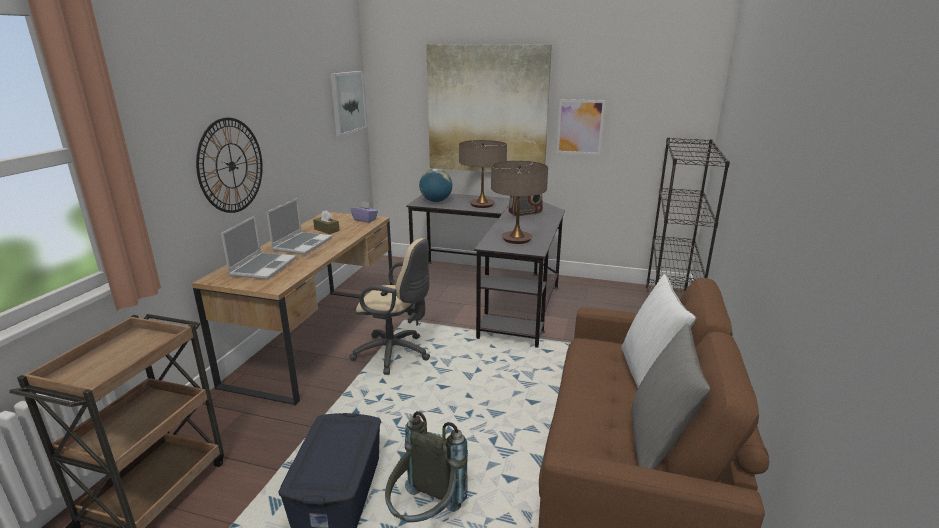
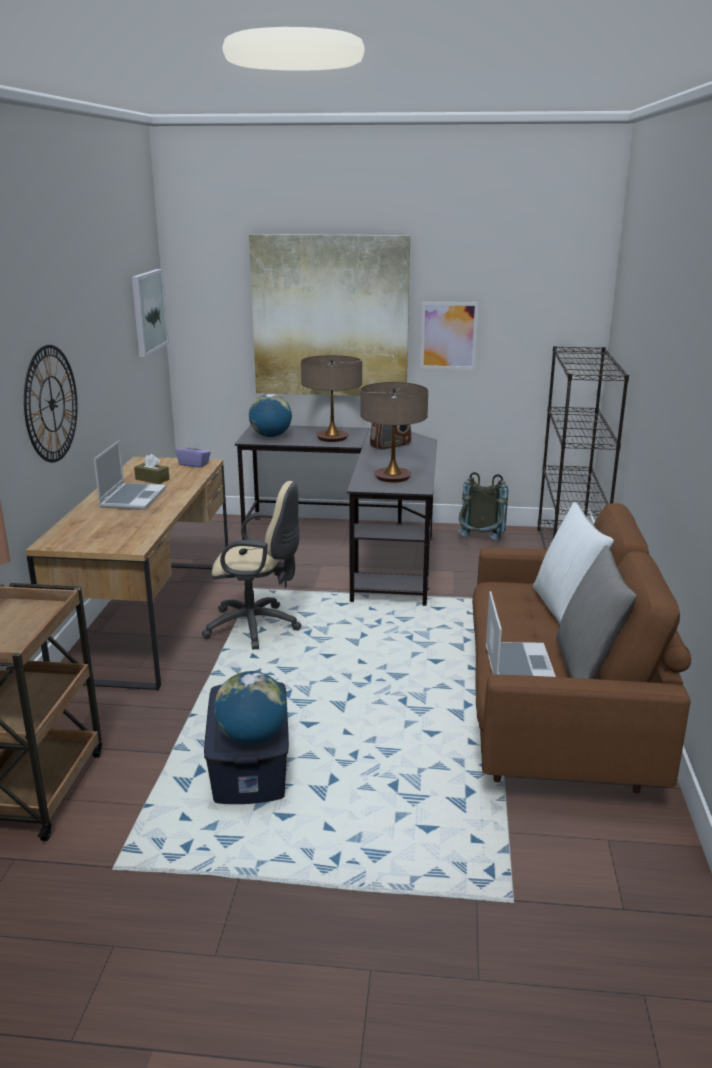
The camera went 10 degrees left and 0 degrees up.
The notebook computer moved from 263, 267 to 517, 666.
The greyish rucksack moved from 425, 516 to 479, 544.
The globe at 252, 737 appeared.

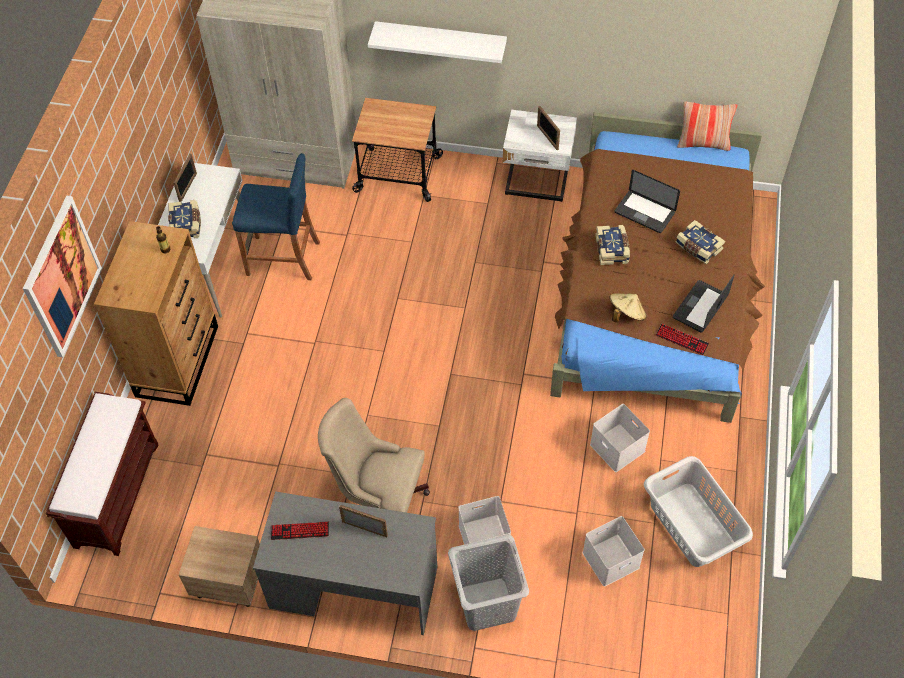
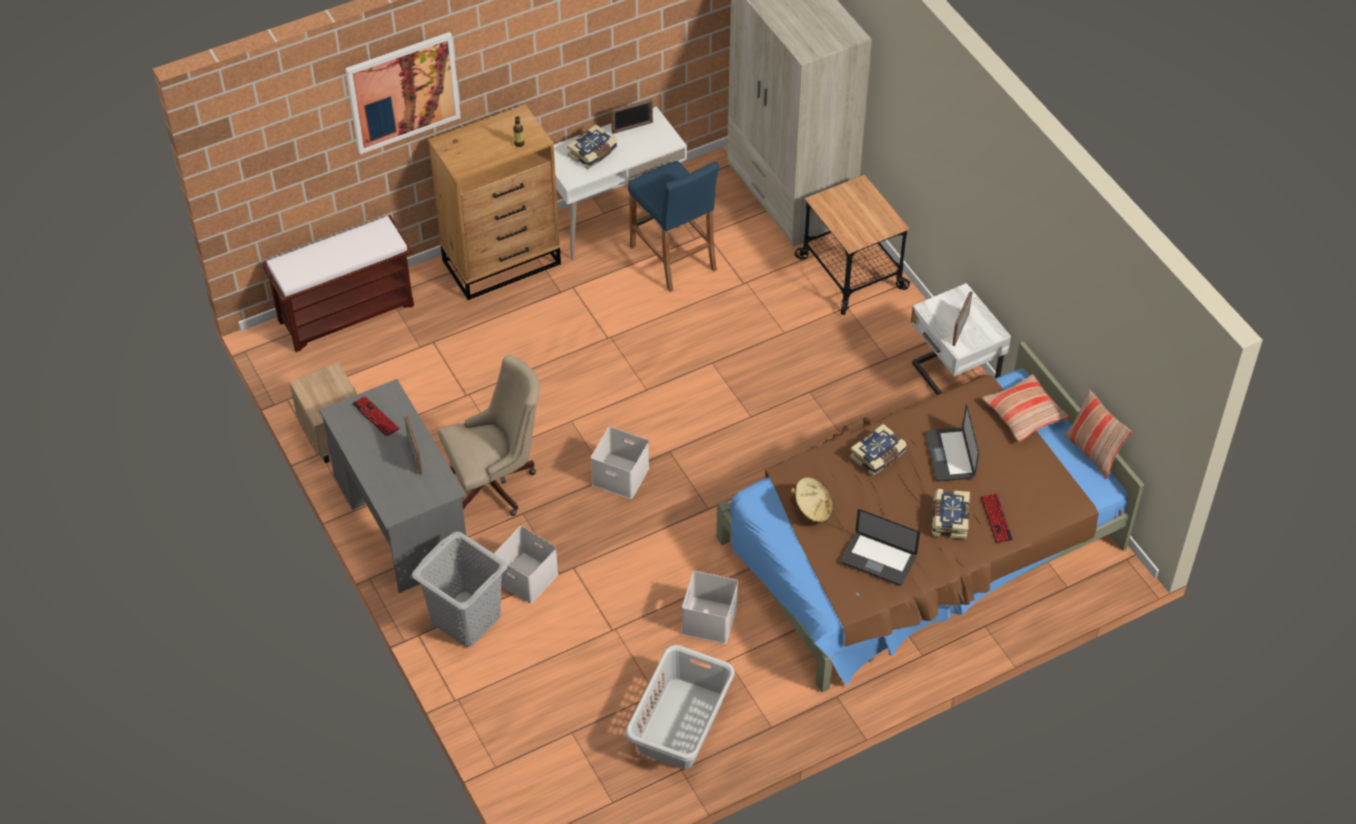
The camera went 50 degrees right and 5 degrees down.
The sand-coloured desk chair at 379, 501 turned 90 degrees clockwise.
The white-coloured bracket shelf at 440, 40 disappeared.
The white-coloured storage box moved from 610, 561 to 619, 476.
The computer keyboard moved from 682, 340 to 996, 519.
The notebook computer at 700, 307 turned 150 degrees counterclockwise.
The pillow at 1024, 414 appeared.

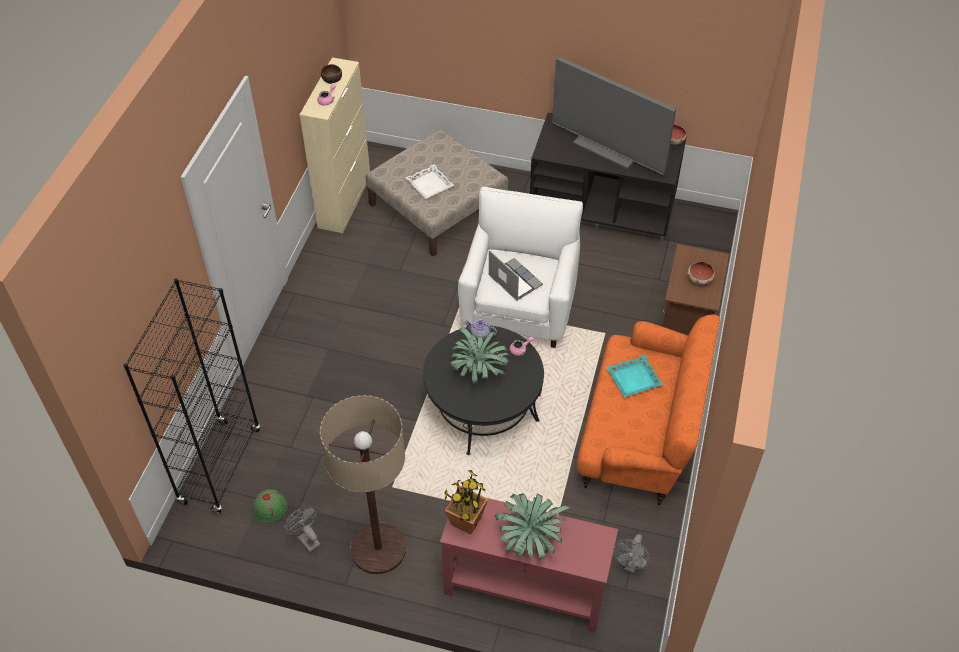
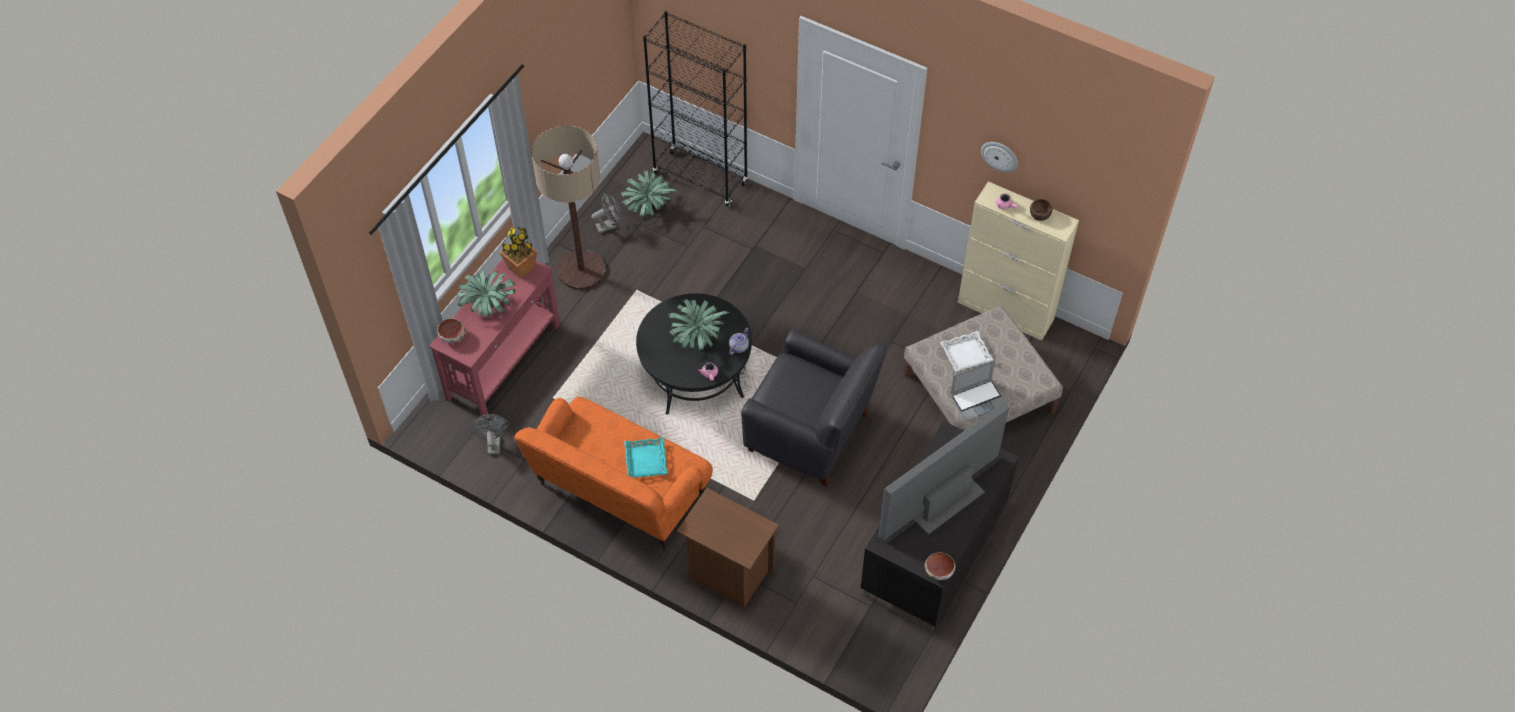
The camera went 105 degrees right and 5 degrees up.
The greenish hat at 270, 507 was replaced by the houseplant at 648, 206.
The white-coloured lounge chair at 520, 307 became the black-coloured lounge chair at 811, 434.
The notebook computer moved from 514, 280 to 978, 400.
The greyish cooling fan at 630, 565 turned 45 degrees clockwise.
The deep dish moved from 699, 279 to 453, 336.
The clock on the wall at 999, 156 appeared.

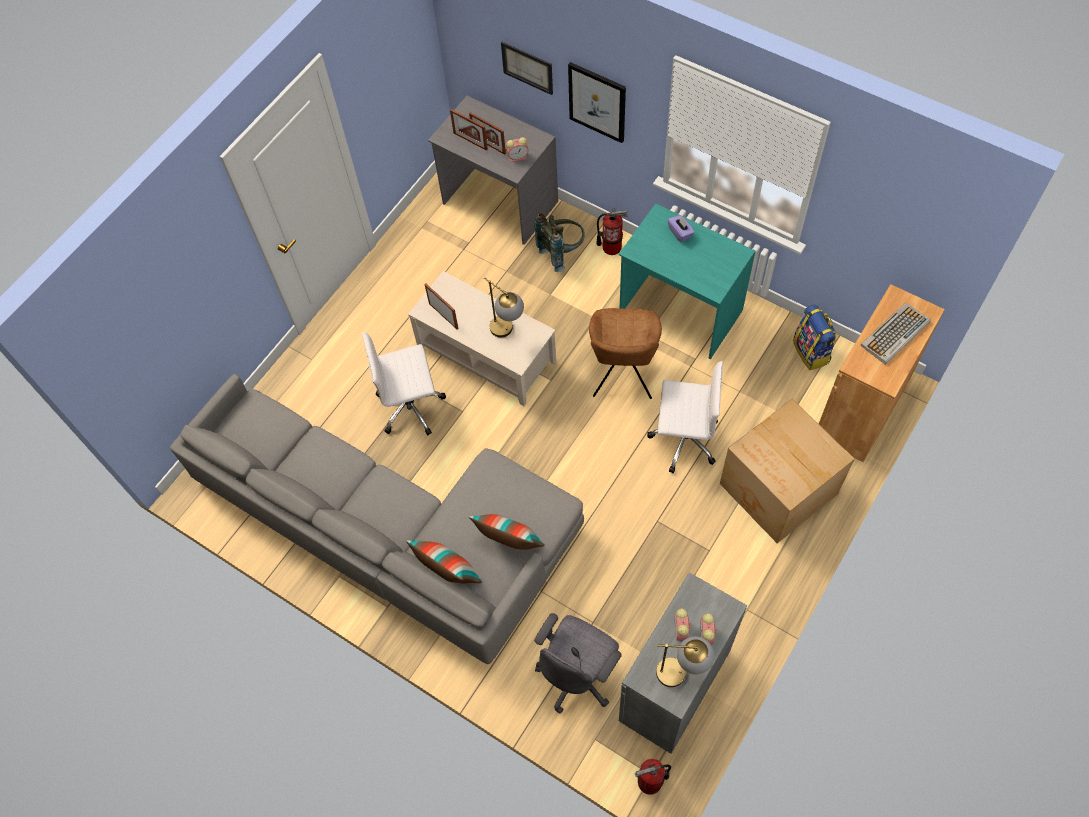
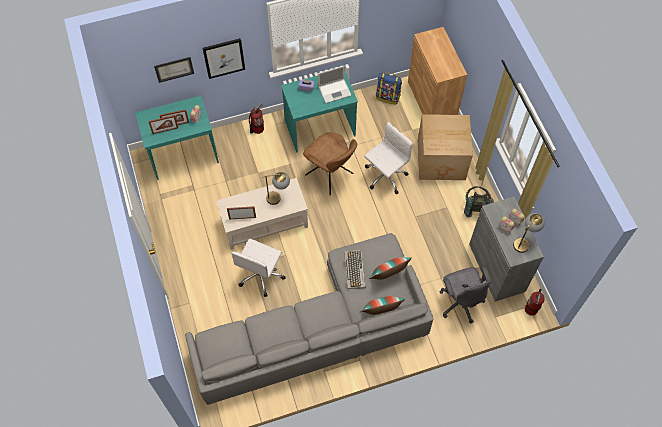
The camera went 55 degrees left and 0 degrees up.
The greyish desk at 499, 203 became the turquoise desk at 183, 155.
The greyish rucksack moved from 561, 252 to 475, 207.
The computer keyboard moved from 895, 334 to 355, 270.
The notebook computer at 335, 90 appeared.

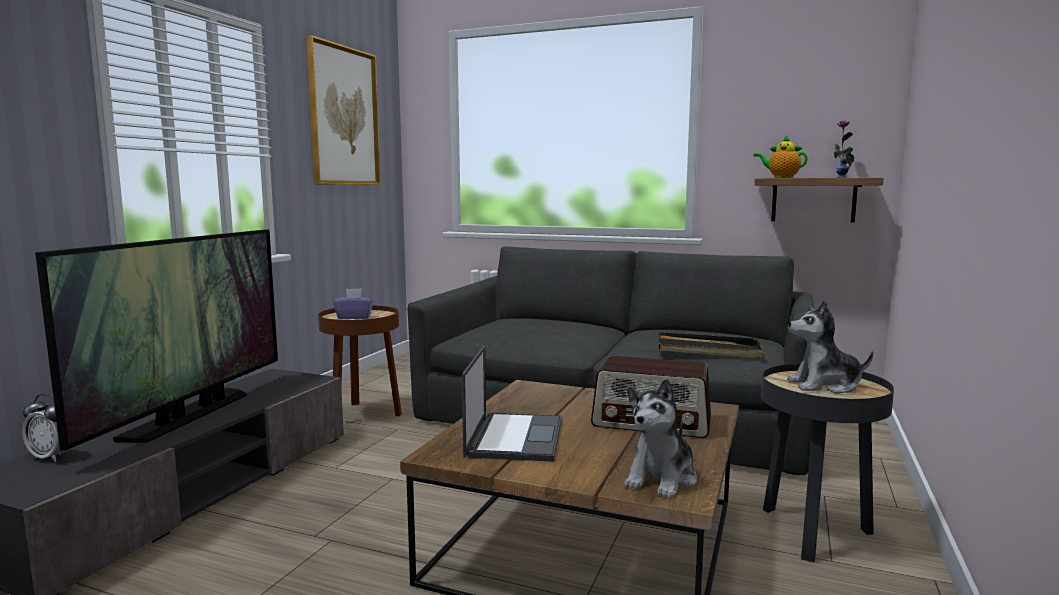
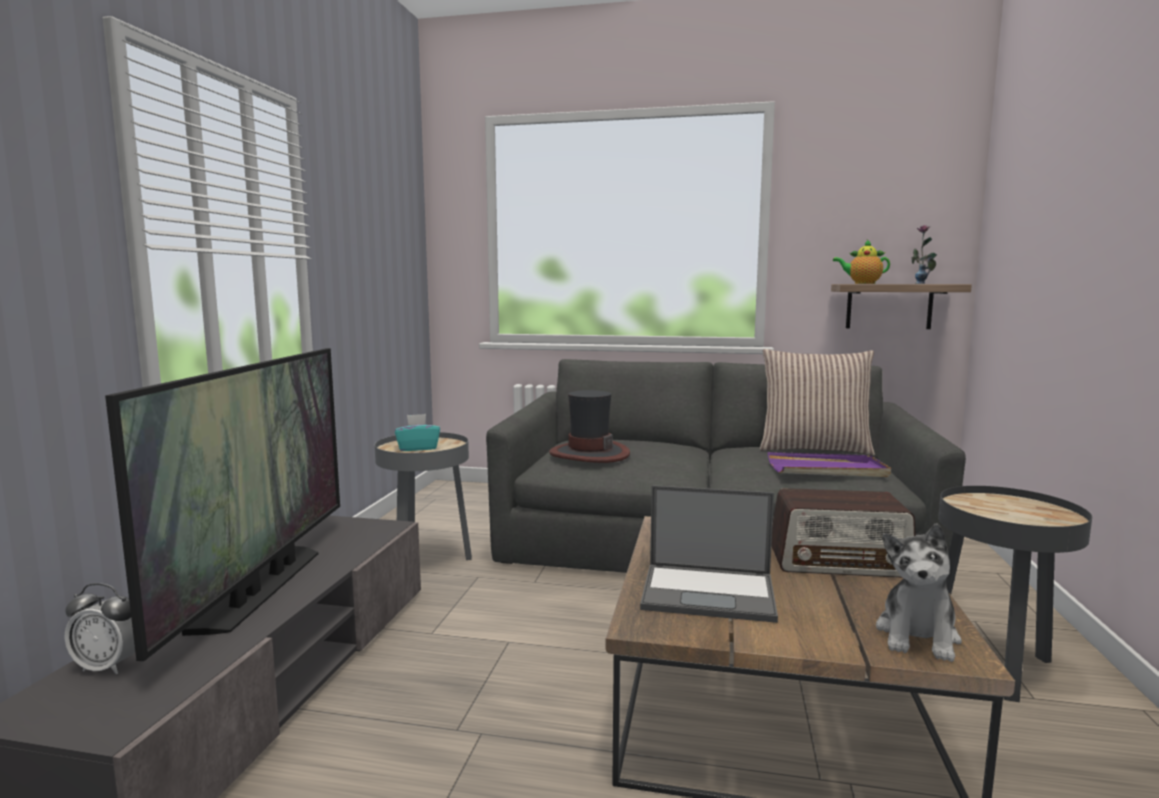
The camera went 10 degrees left and 0 degrees up.
The picture at 344, 116 disappeared.
The brownish end table at 363, 414 became the greyish end table at 426, 560.
The purplish tissue holder at 354, 317 became the turquoise tissue holder at 417, 448.
The notebook computer at 515, 437 turned 105 degrees clockwise.
The black-coloured carrying tray at 708, 349 became the purplish carrying tray at 827, 469.
The soft toy at 825, 385 disappeared.
The hat at 589, 453 appeared.
The pillow at 814, 448 appeared.

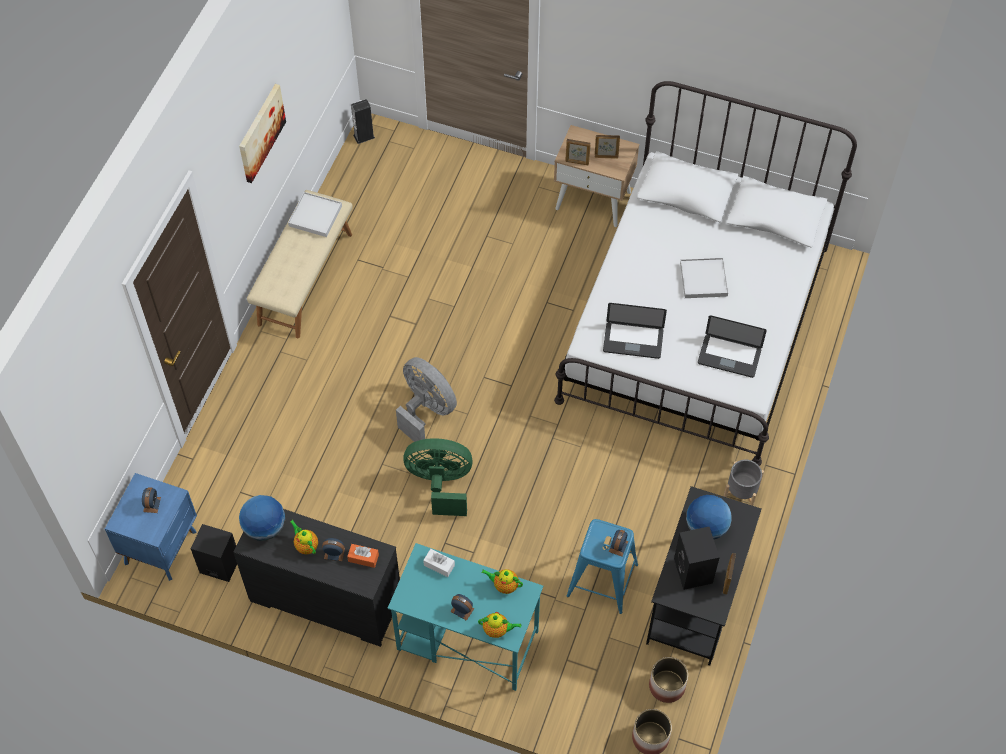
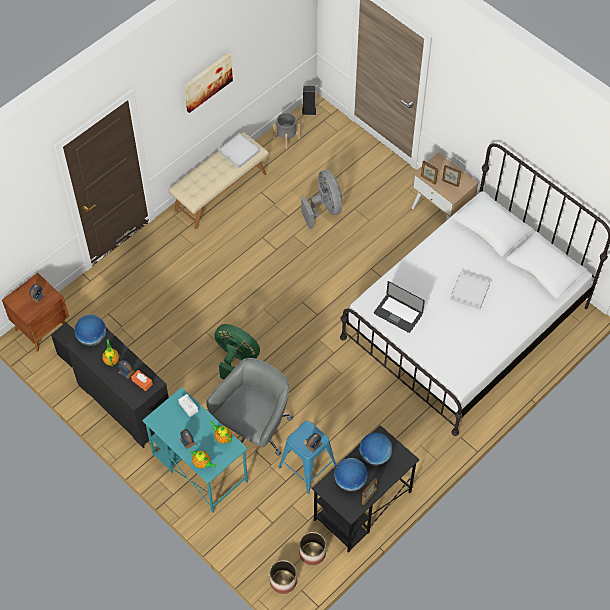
The camera went 25 degrees right and 0 degrees up.
The blue nightstand at 162, 547 became the brownish nightstand at 43, 328.
The greyish cooling fan moved from 426, 410 to 324, 208.
The black-coloured audio speaker at 694, 572 was replaced by the globe at 350, 481.
The notebook computer at 729, 356 disappeared.
The greyish flower pot moved from 740, 494 to 286, 138.
The greyish desk chair at 254, 430 appeared.

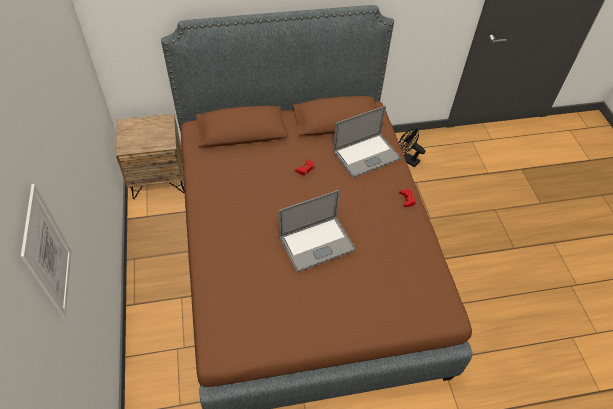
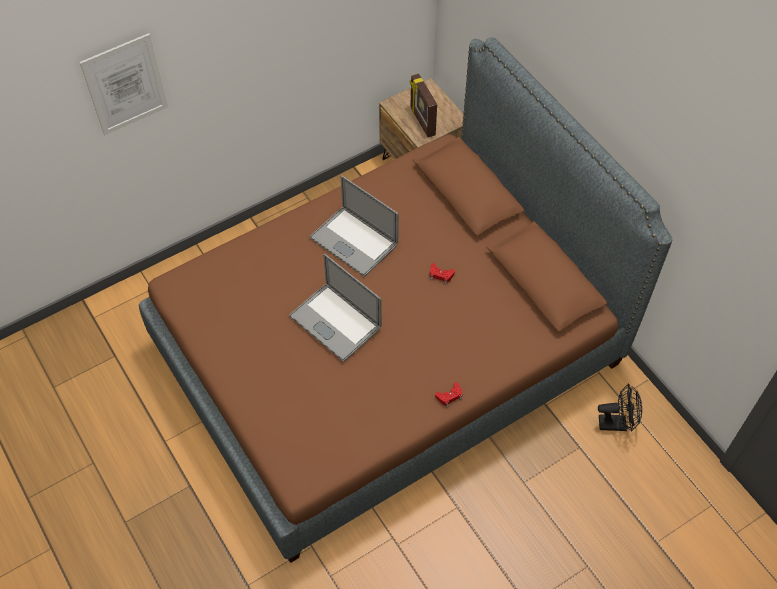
The camera went 70 degrees right and 5 degrees up.
The notebook computer moved from 366, 155 to 354, 241.
The black-coloured cooling fan at 407, 159 turned 75 degrees clockwise.
The photo frame at 422, 121 appeared.

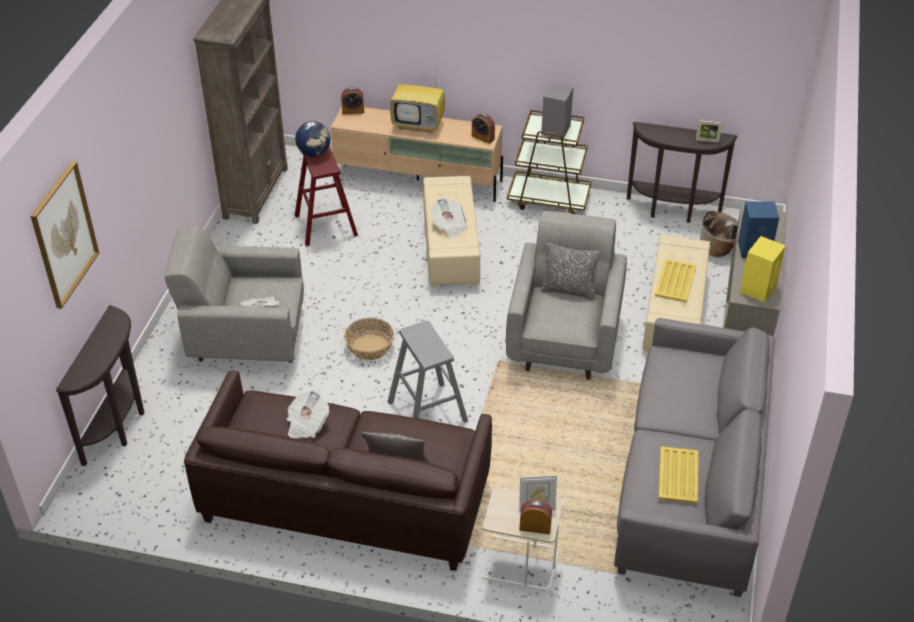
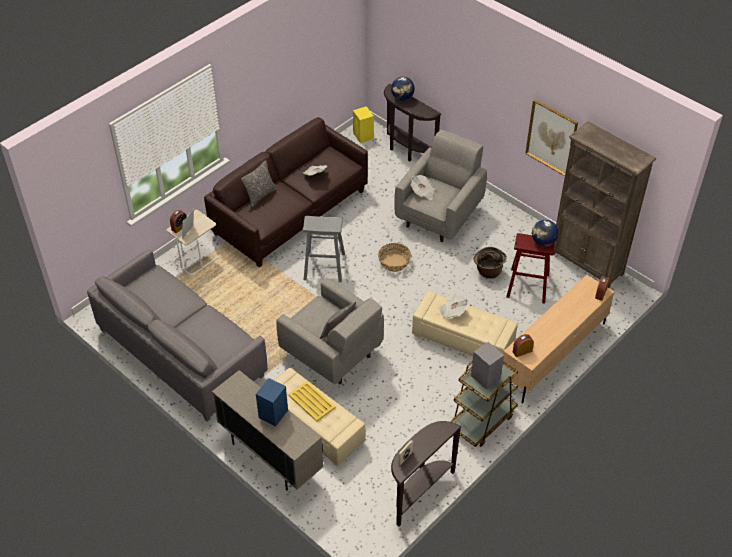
The camera went 120 degrees right and 5 degrees up.
The picture moved from 64, 235 to 551, 137.
The TV at 419, 125 disappeared.
The yellow-coloured carrying tray at 678, 475 disappeared.
The household basket moved from 718, 249 to 488, 272.
The yellow-coloured audio speaker moved from 758, 288 to 363, 136.
The globe at 402, 97 appeared.

